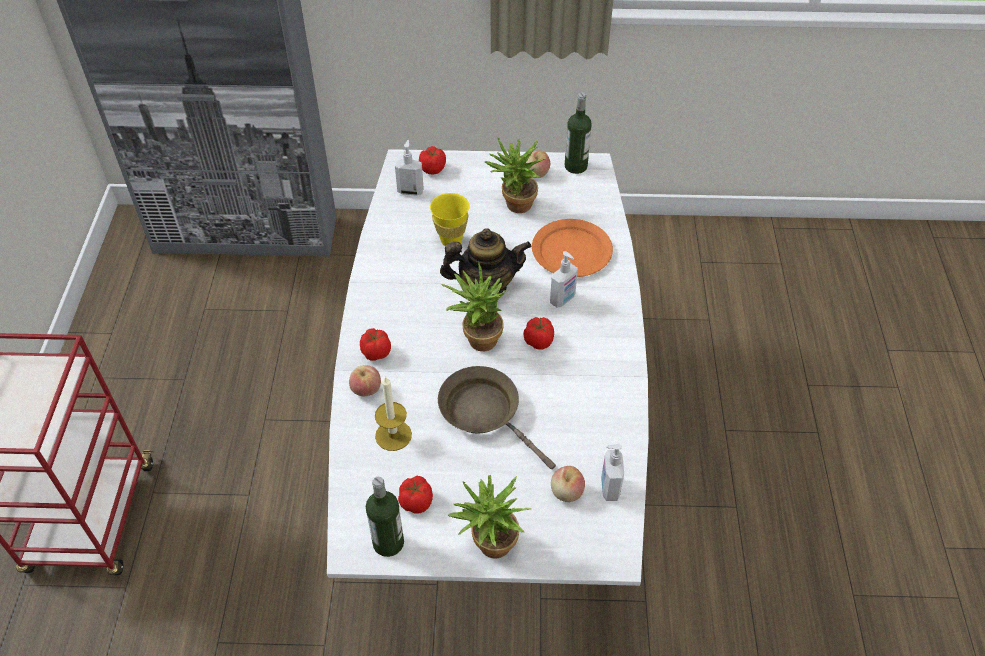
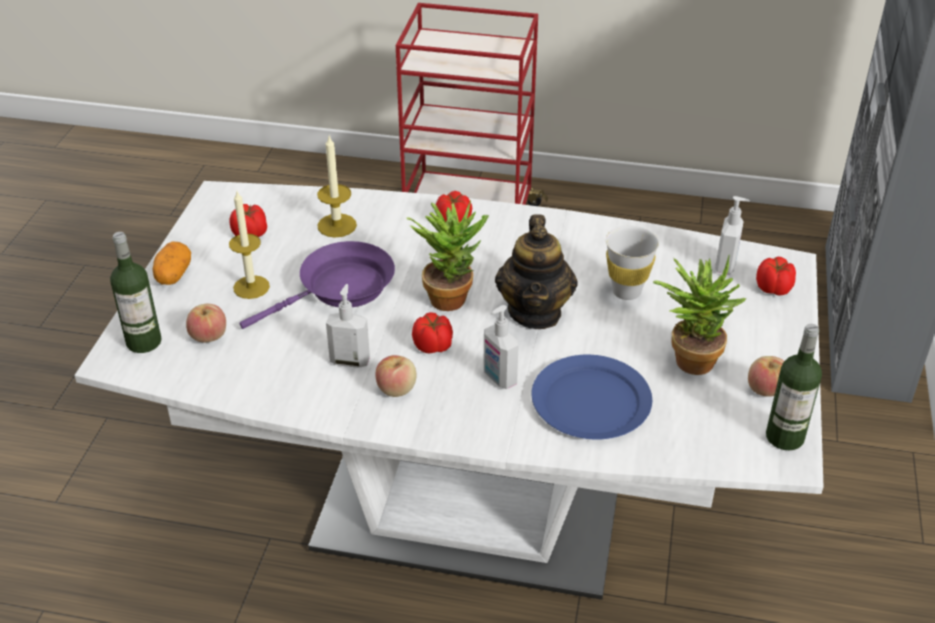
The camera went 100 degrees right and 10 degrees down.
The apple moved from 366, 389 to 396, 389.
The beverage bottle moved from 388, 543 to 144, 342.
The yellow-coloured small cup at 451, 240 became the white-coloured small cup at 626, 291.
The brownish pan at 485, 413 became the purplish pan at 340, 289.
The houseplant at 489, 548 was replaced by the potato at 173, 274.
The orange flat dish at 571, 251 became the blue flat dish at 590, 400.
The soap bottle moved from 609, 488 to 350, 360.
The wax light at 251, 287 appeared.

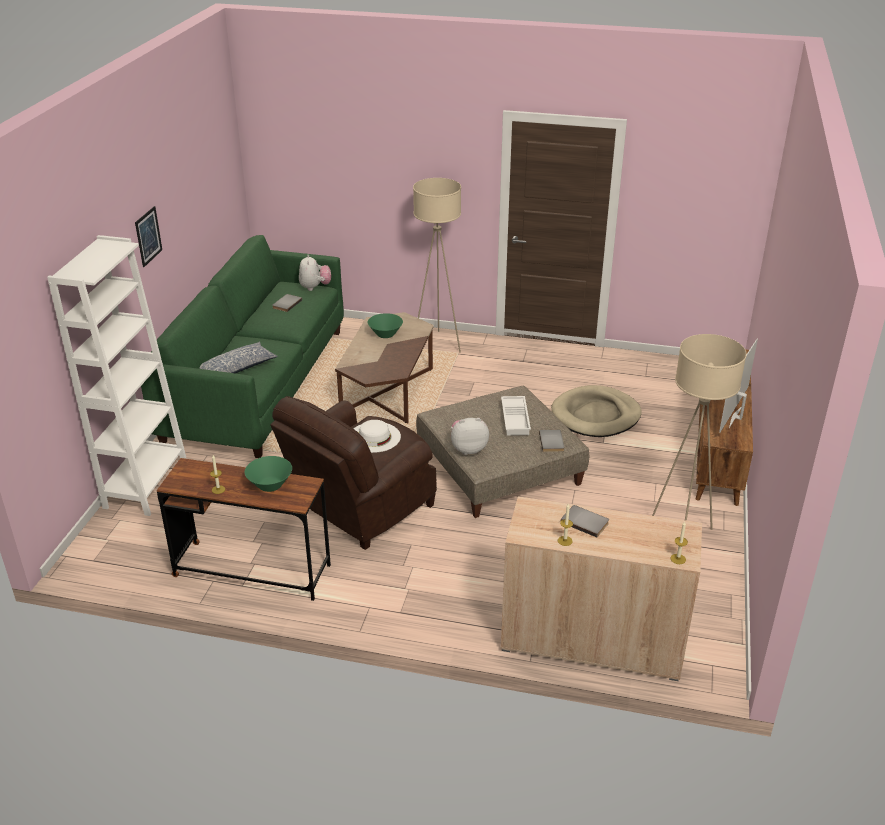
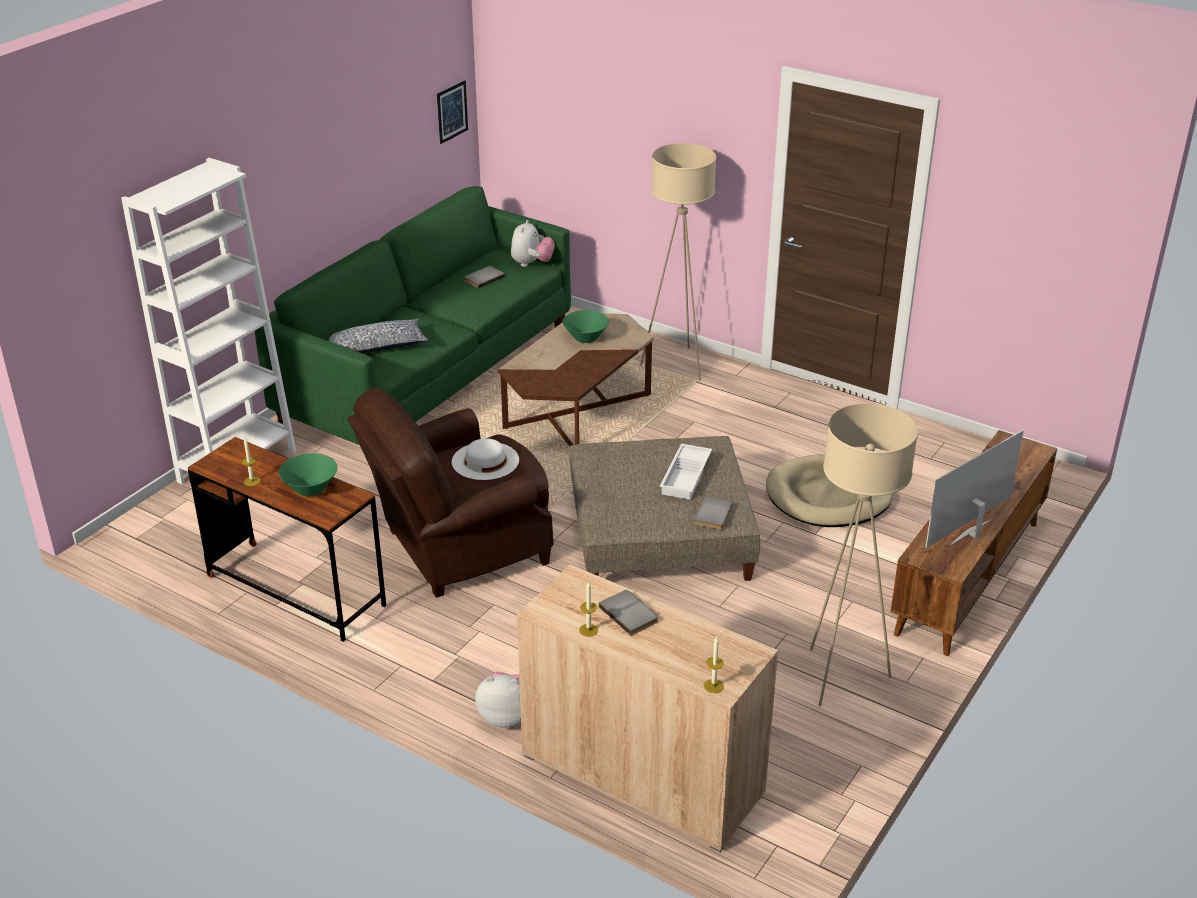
The camera went 20 degrees right and 0 degrees up.
The picture moved from 148, 236 to 452, 112.
The soft toy moved from 468, 449 to 506, 716.

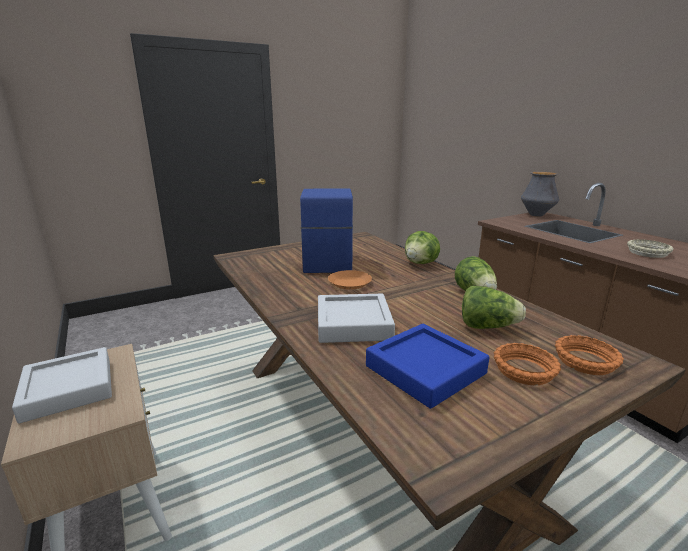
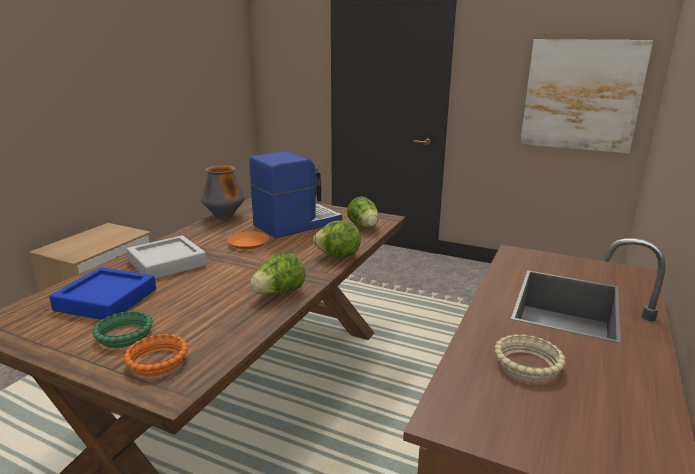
The camera went 55 degrees right and 0 degrees up.
The greyish carrying tray at 68, 389 disappeared.
The head of lettuce moved from 487, 326 to 364, 227.
The orange deep dish at 525, 370 became the greenish deep dish at 124, 335.
The vase moved from 536, 215 to 224, 217.
The picture at 581, 95 appeared.

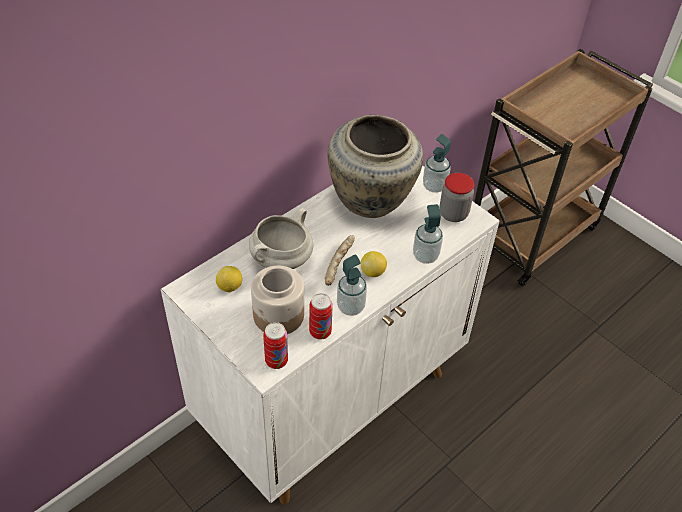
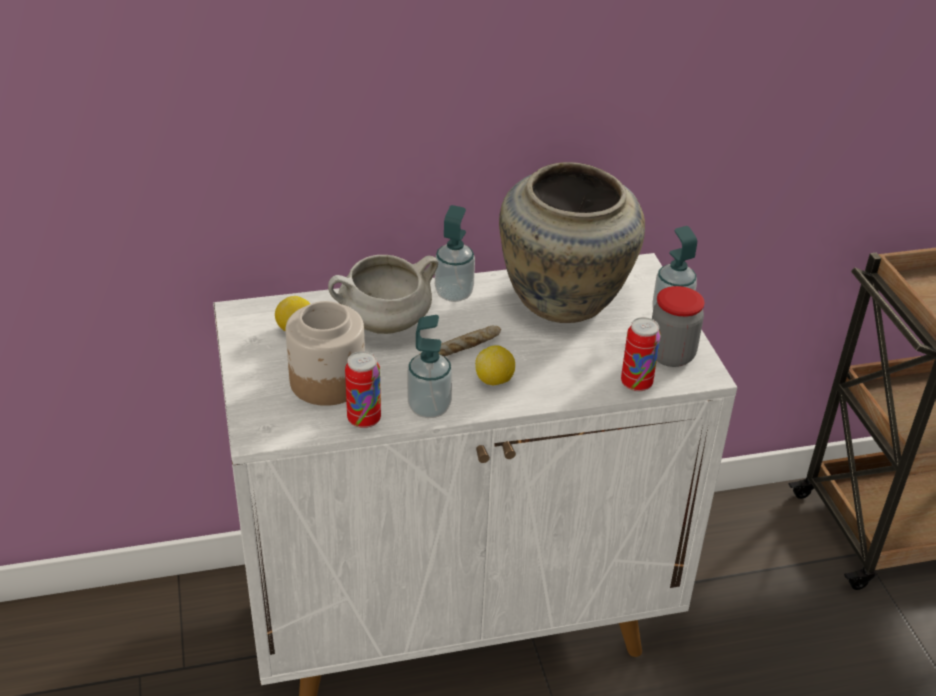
The camera went 30 degrees right and 10 degrees down.
The can moved from 276, 361 to 636, 384.
The soap bottle moved from 425, 256 to 454, 293.

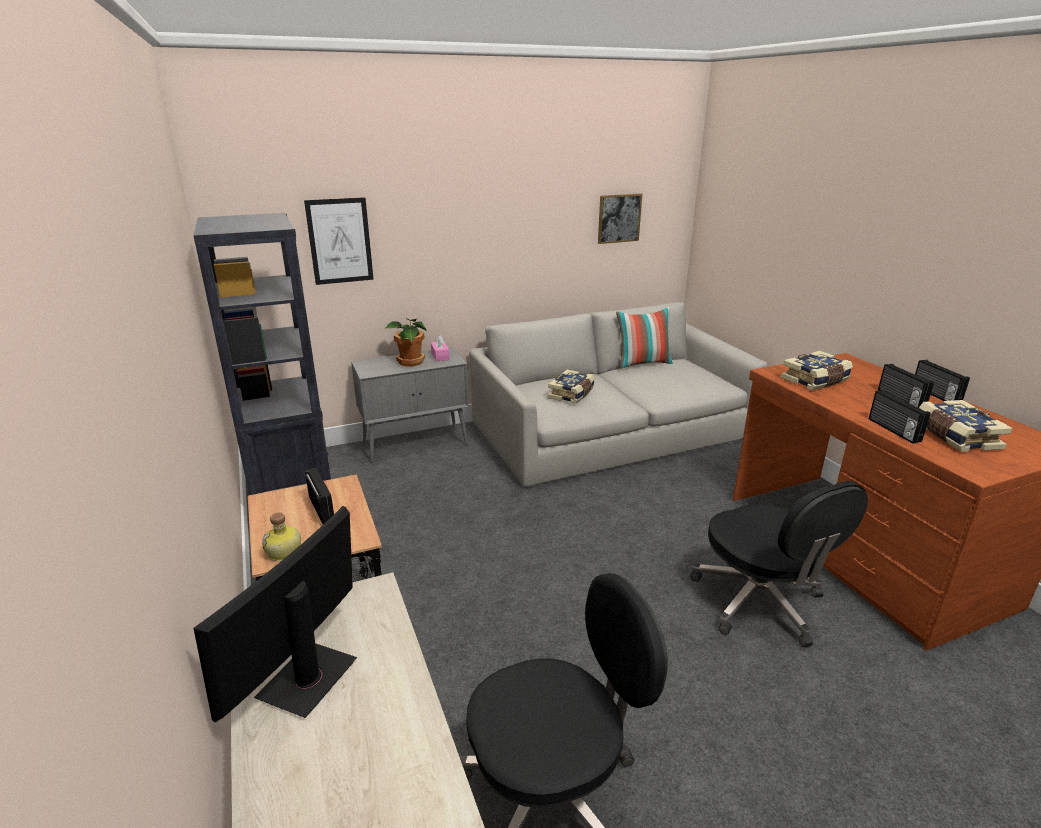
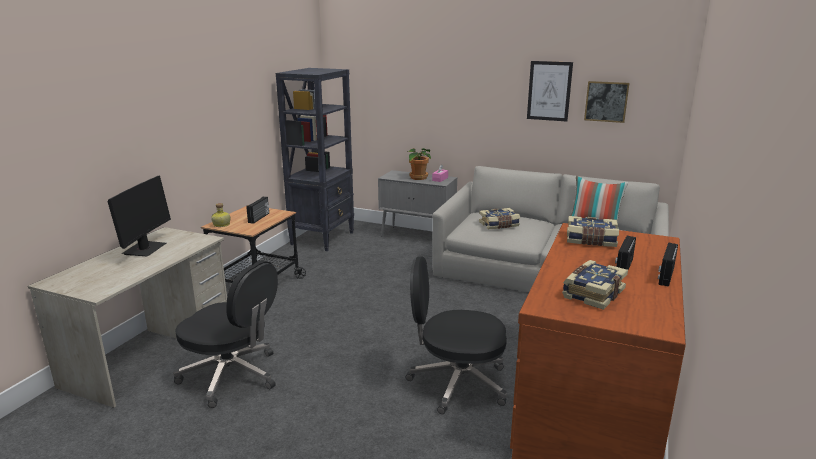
The camera went 45 degrees right and 5 degrees down.
The monitor at 307, 679 turned 120 degrees clockwise.
The picture moved from 340, 241 to 549, 91.
The black-coloured desk chair at 759, 602 turned 75 degrees clockwise.
The radio at 893, 430 disappeared.

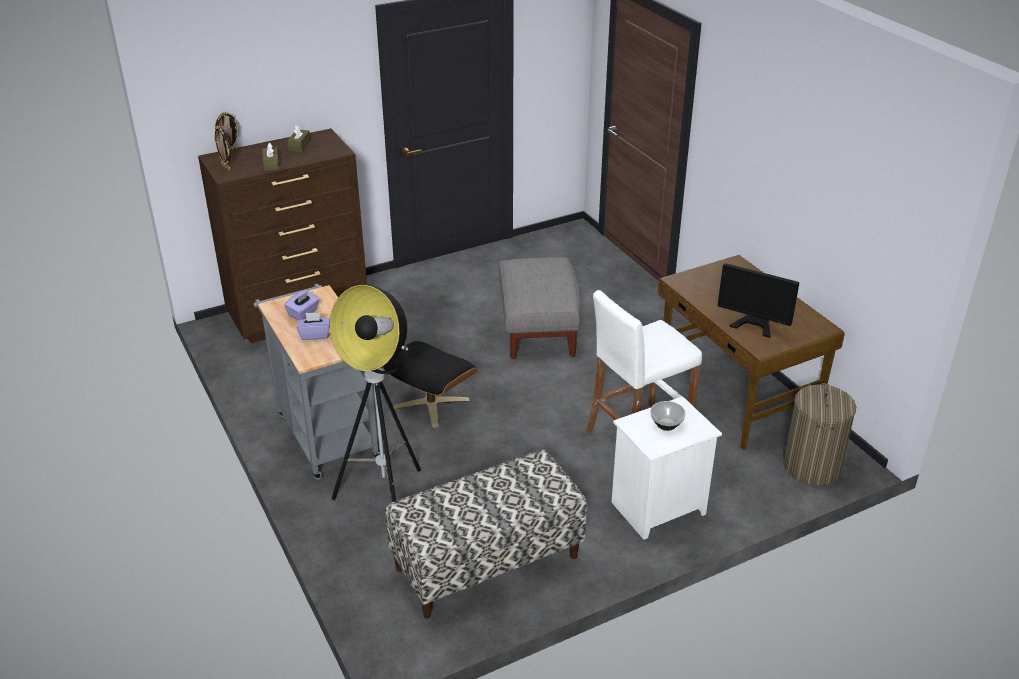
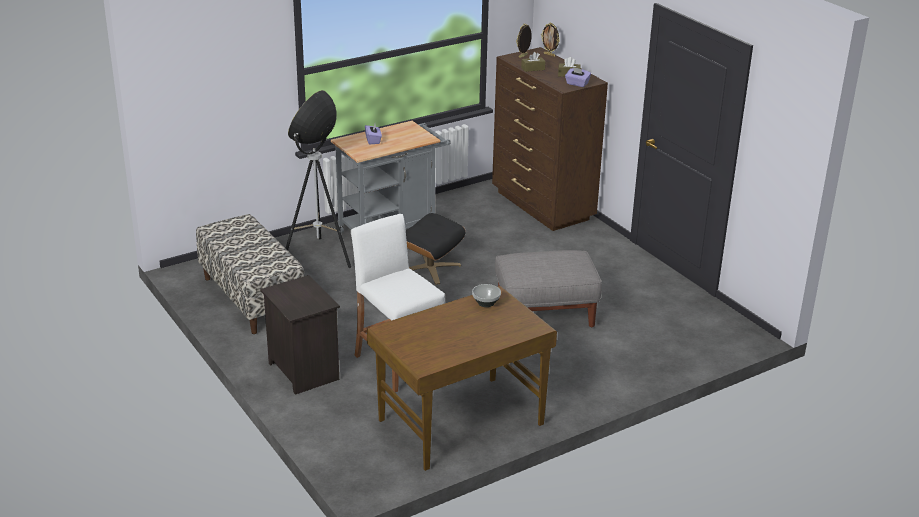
The camera went 85 degrees right and 5 degrees down.
The purplish tissue holder moved from 303, 313 to 577, 84.
The white-coloured nightstand at 658, 509 became the black-coloured nightstand at 302, 371.
The deep dish moved from 666, 424 to 486, 303.
The monitor at 758, 319 disappeared.
The washing basket at 811, 467 disappeared.

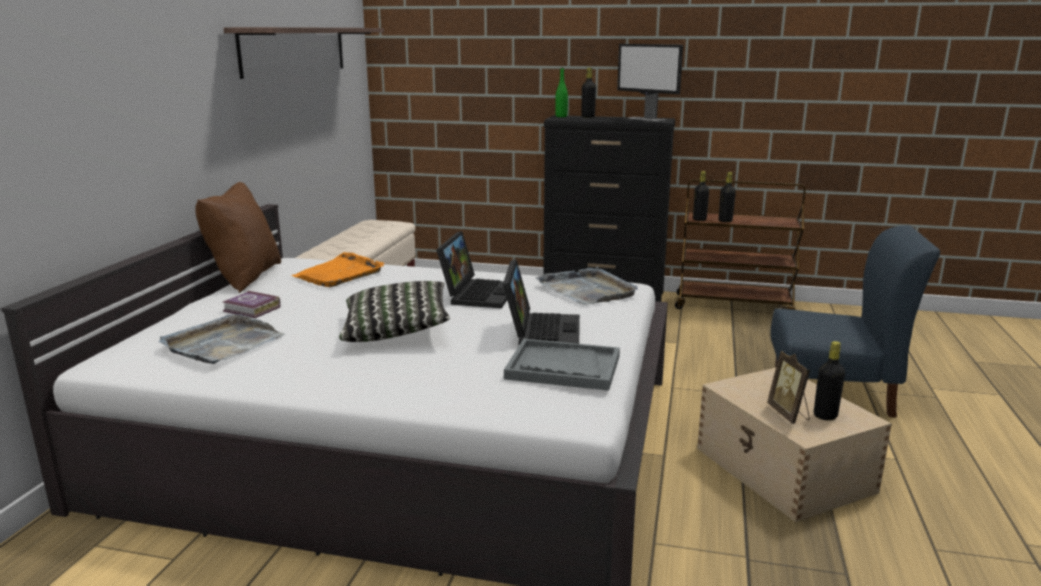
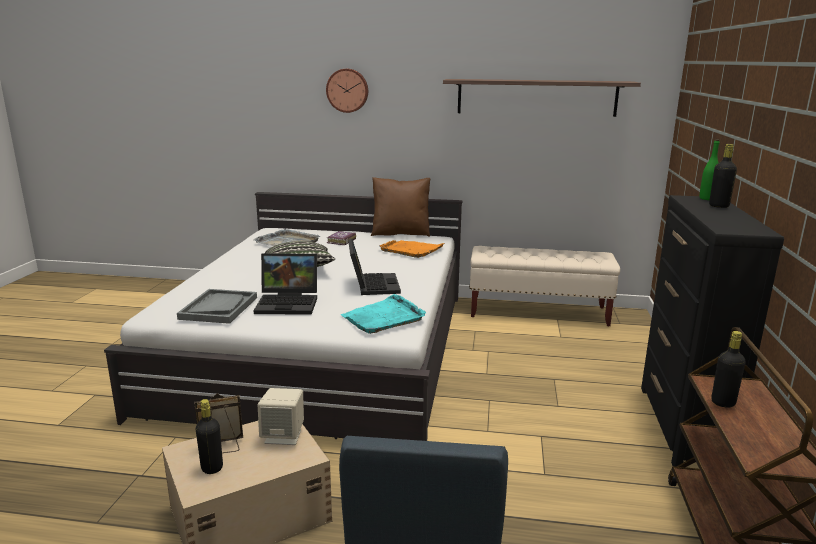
The camera went 85 degrees right and 0 degrees up.
The notebook computer at 477, 294 turned 105 degrees counterclockwise.
The greyish carrying tray at 587, 290 became the turquoise carrying tray at 384, 317.
The monitor at 647, 119 disappeared.
The black-coloured beverage bottle at 699, 219 disappeared.
The sand-coloured audio speaker at 283, 436 appeared.
The clock on the wall at 347, 90 appeared.

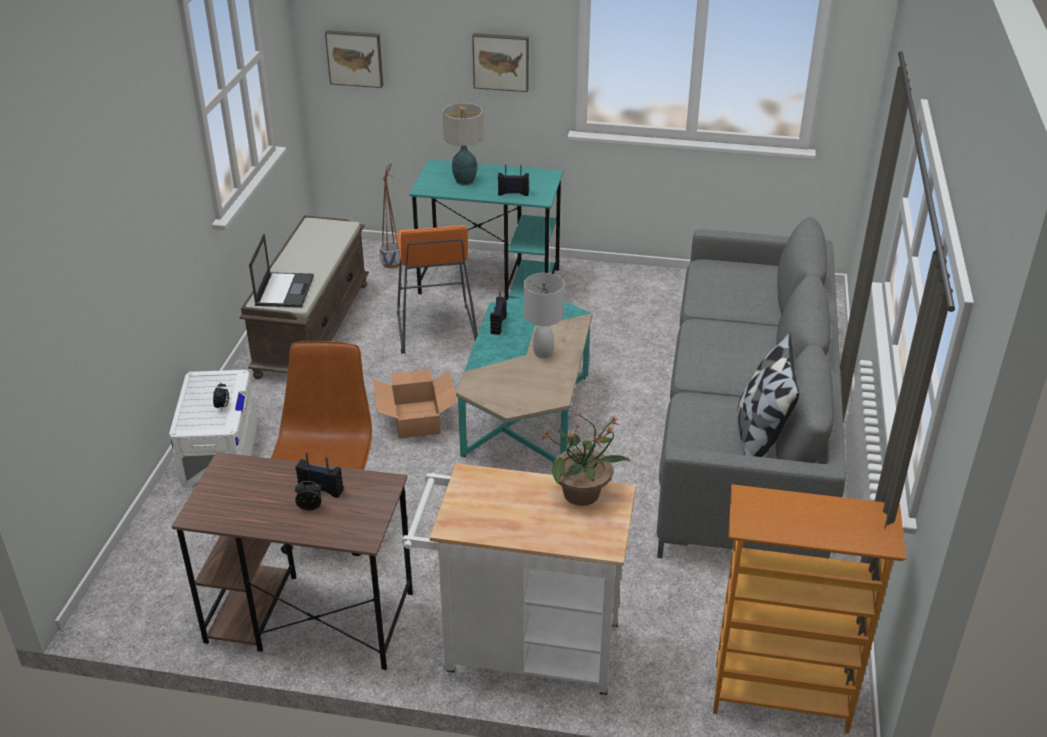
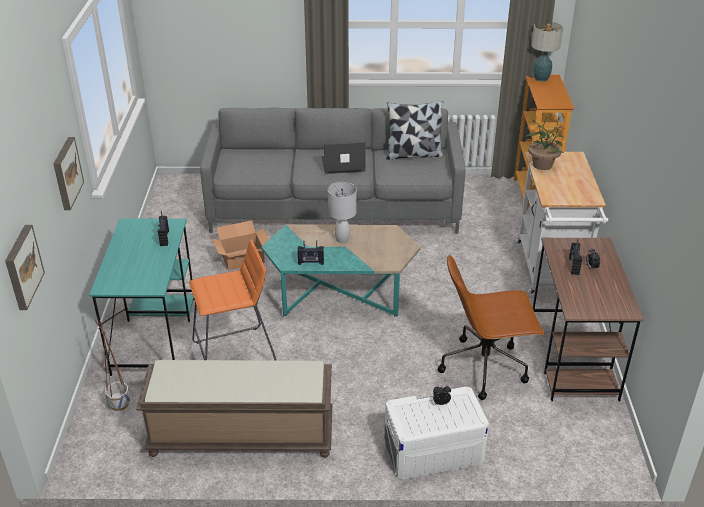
The camera went 100 degrees left and 0 degrees up.
The notebook computer moved from 284, 290 to 342, 164.
The packing box moved from 417, 419 to 242, 258.
The lamp for a table moved from 465, 181 to 541, 78.

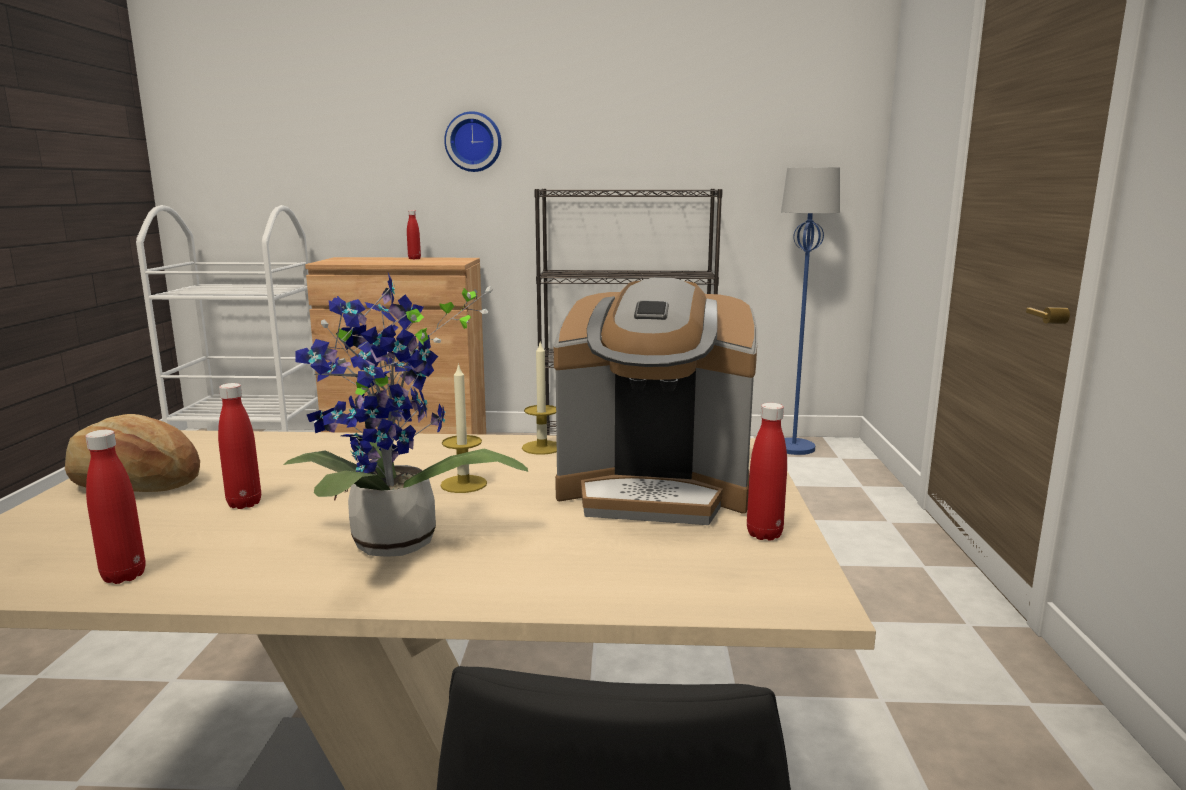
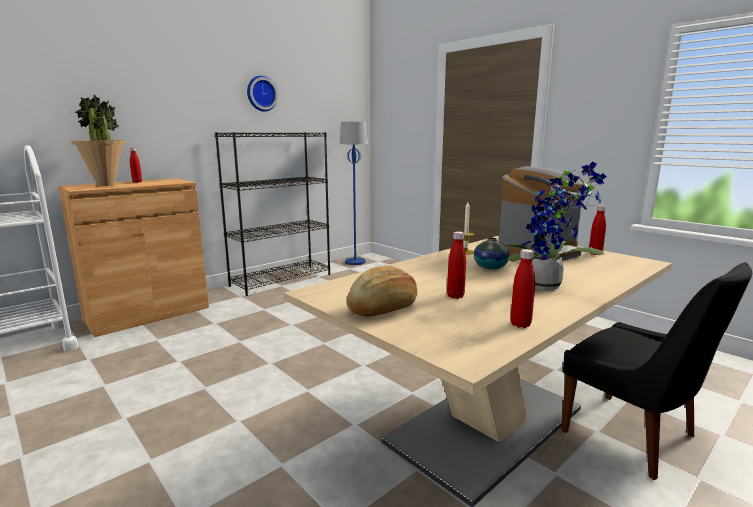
The camera went 45 degrees left and 0 degrees up.
The wax light at 463, 484 was replaced by the vase at 490, 267.
The clock on the wall moved from 474, 142 to 261, 93.
The houseplant at 105, 185 appeared.

